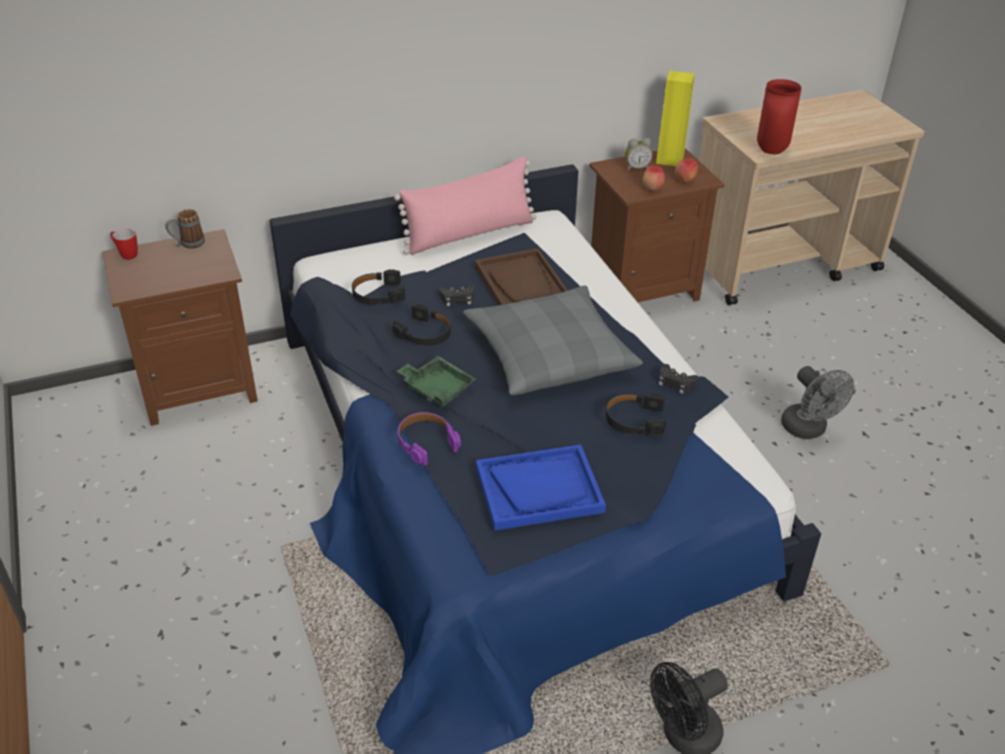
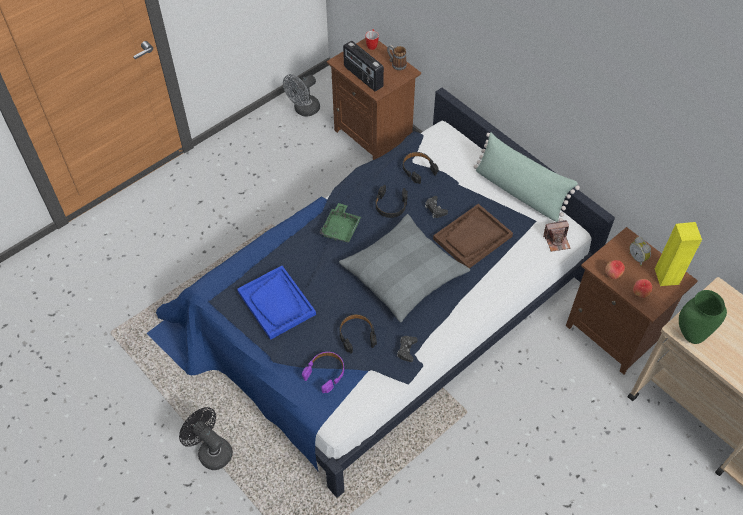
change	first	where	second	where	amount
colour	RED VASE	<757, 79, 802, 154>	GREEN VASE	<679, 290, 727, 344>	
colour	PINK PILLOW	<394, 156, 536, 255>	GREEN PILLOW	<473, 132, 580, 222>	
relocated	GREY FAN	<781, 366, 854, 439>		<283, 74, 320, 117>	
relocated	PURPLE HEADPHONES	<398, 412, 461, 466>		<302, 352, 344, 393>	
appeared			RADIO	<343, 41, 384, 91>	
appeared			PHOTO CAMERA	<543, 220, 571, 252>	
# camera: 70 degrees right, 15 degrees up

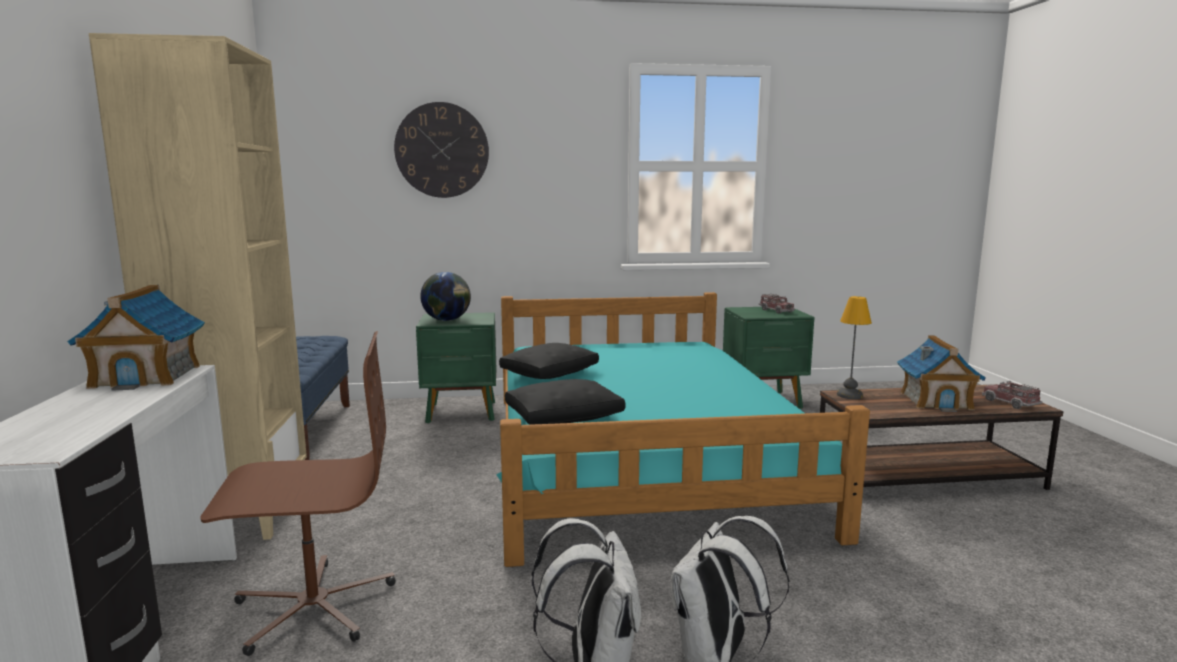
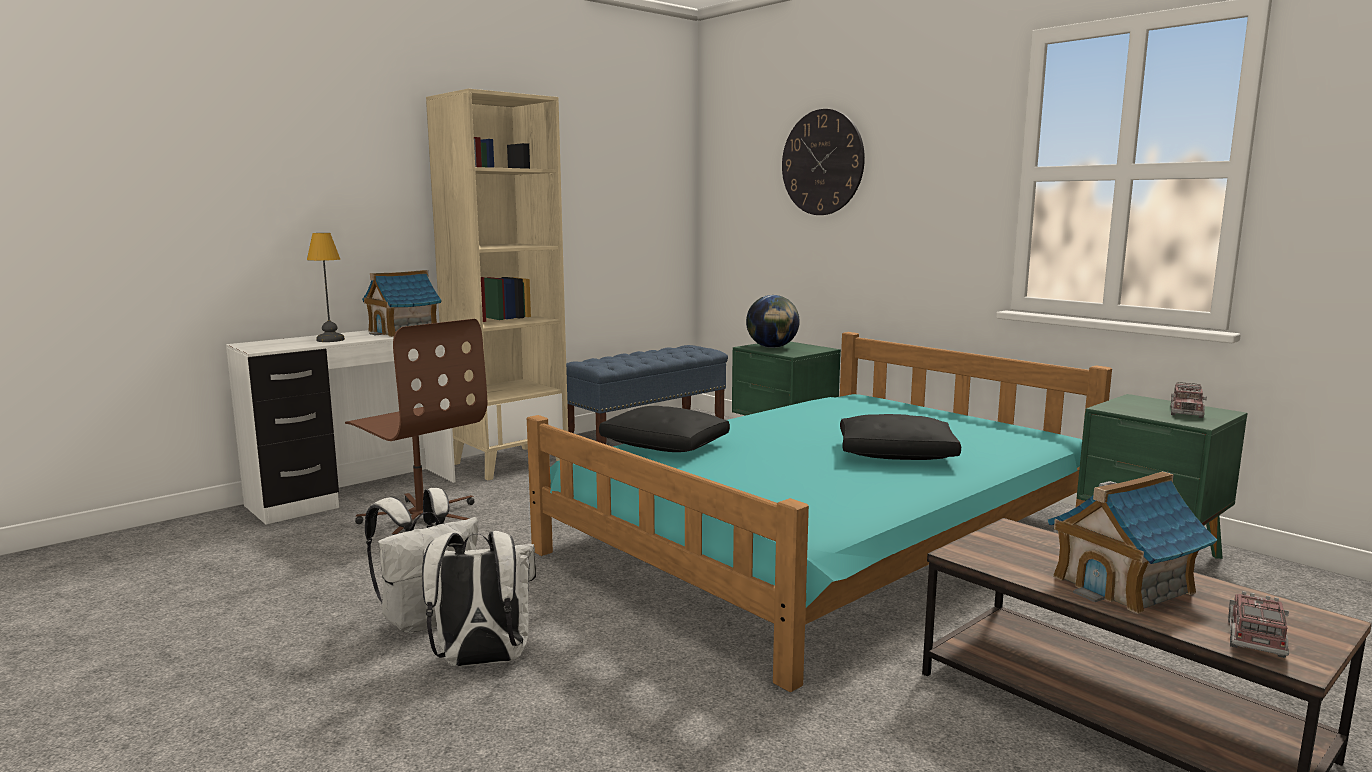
change	first	where	second	where	amount
relocated	TABLE LAMP	<837, 296, 872, 399>		<307, 233, 345, 342>	
relocated	BLACK PILLOW	<499, 343, 599, 379>		<840, 414, 961, 460>	
# camera: 55 degrees right, 0 degrees up

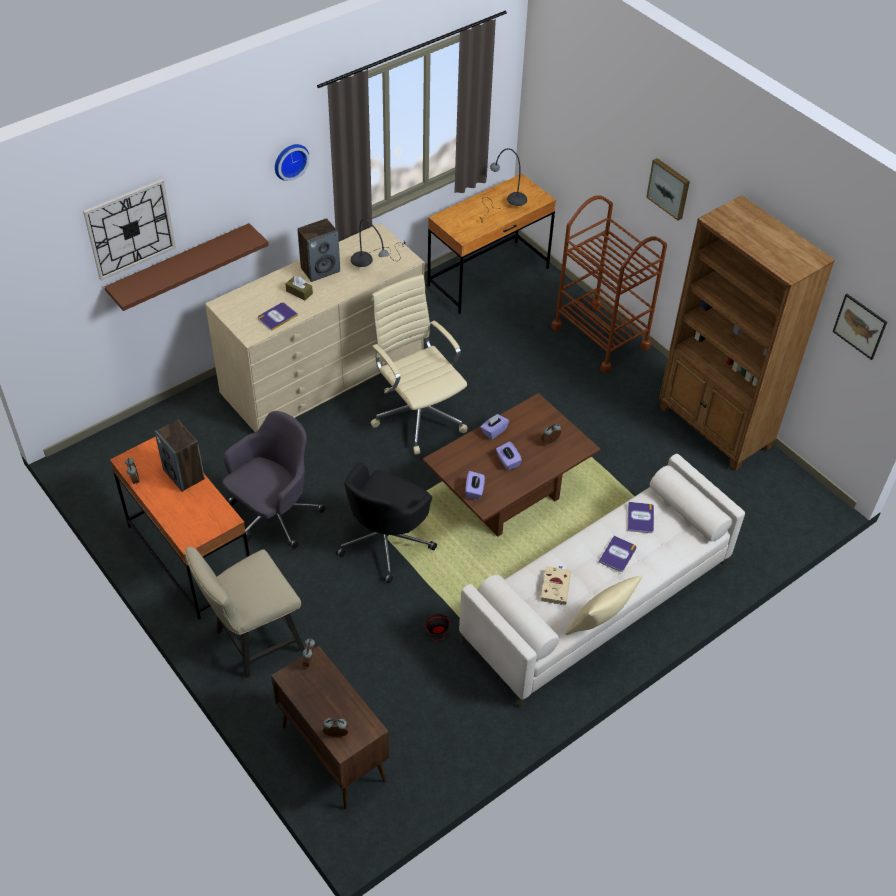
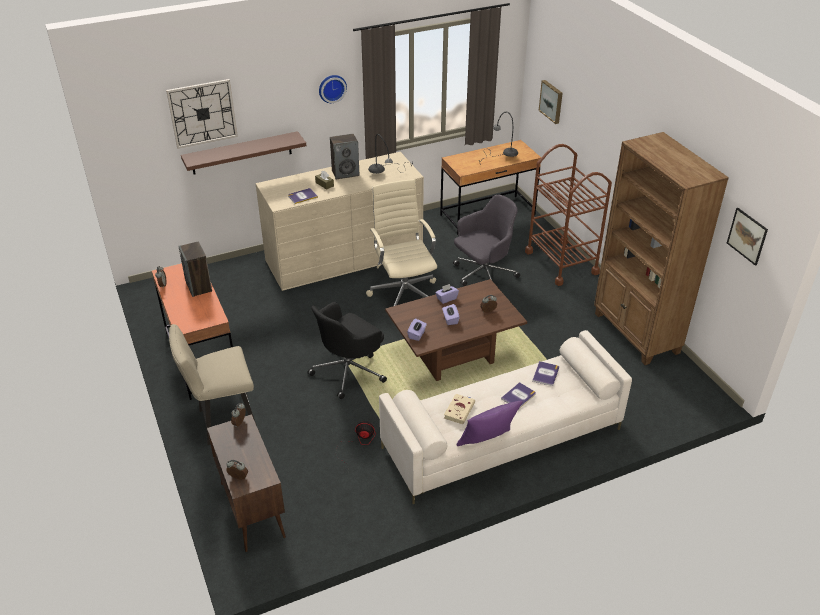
change	first	where	second	where	amount
relocated	PICTURE	<646, 158, 690, 221>		<539, 80, 563, 124>	
relocated	GREY OFFICE CHAIR	<222, 411, 325, 549>		<453, 195, 520, 286>	
colour	BEIGE PILLOW	<566, 576, 643, 635>	PURPLE PILLOW	<456, 401, 523, 446>	
# camera: 15 degrees right, 10 degrees down

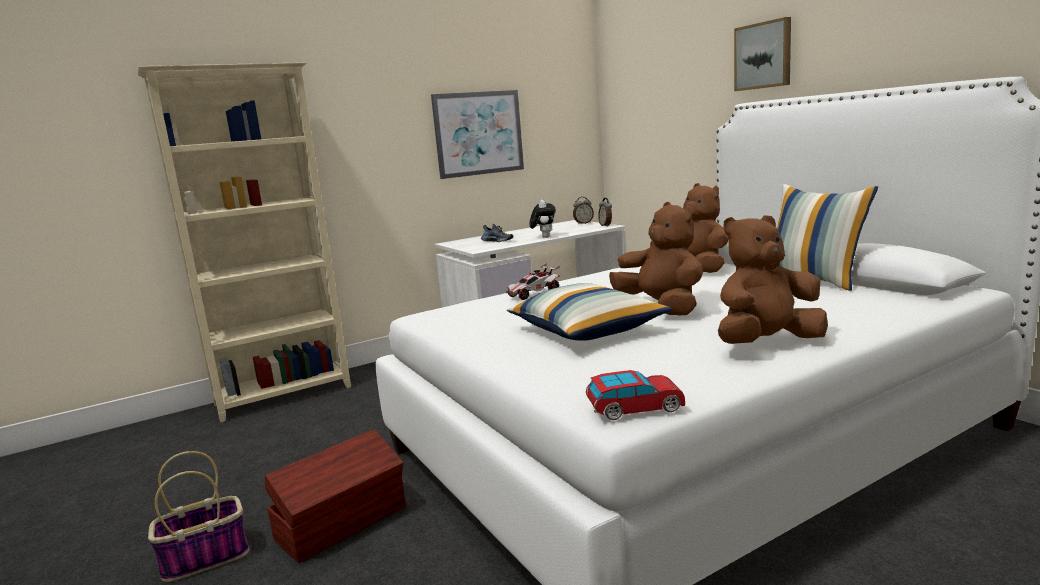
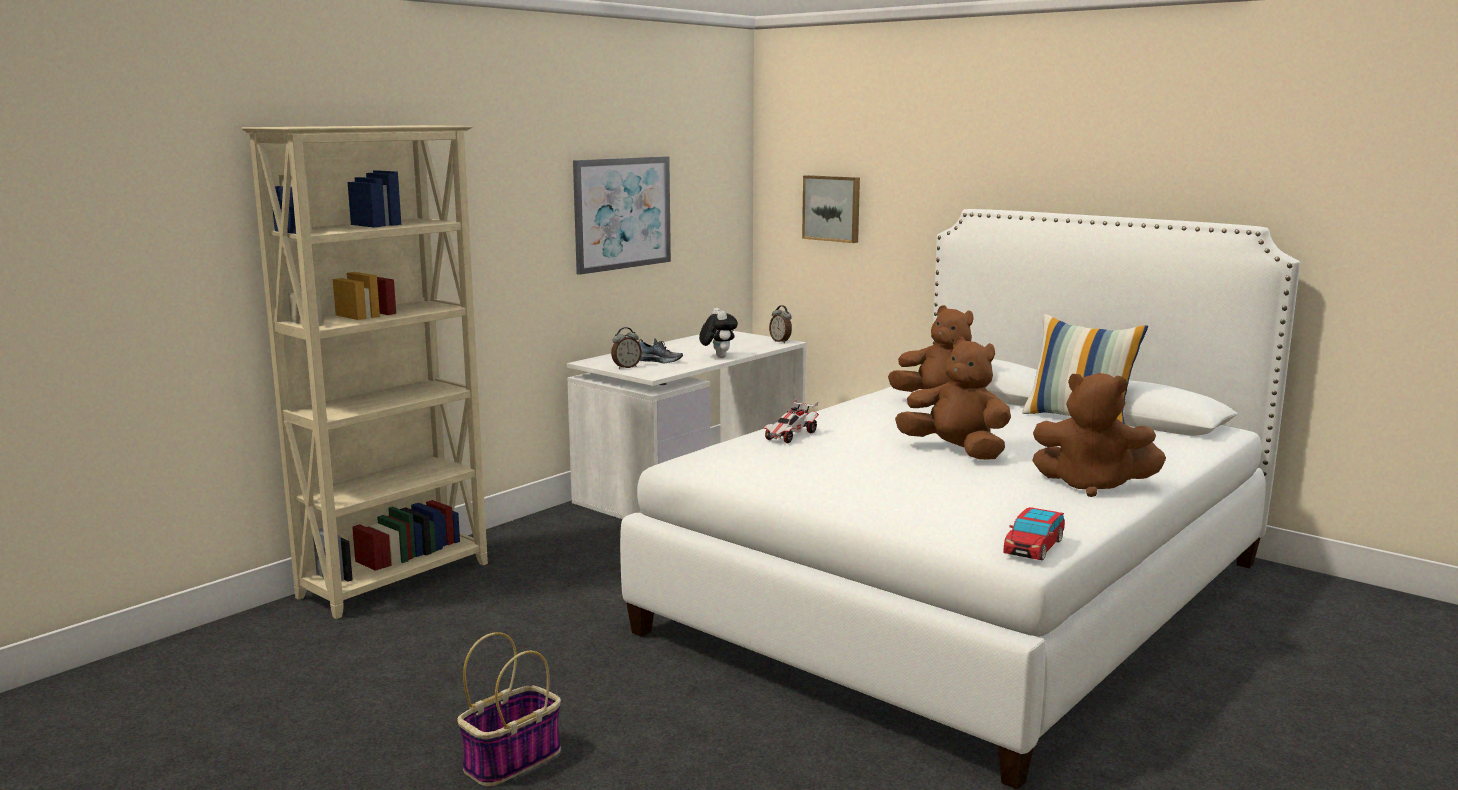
change	first	where	second	where	amount
relocated	PICTURE	<734, 17, 791, 91>		<802, 175, 860, 243>	
relocated	ALARM CLOCK	<573, 197, 594, 225>		<611, 327, 642, 369>	
spun	BROWN PLUSH TOY	<718, 215, 828, 344>		<1032, 373, 1166, 497>	120 degrees counterclockwise
missing	PILLOW	<507, 283, 672, 341>			
spun	TOY CAR	<586, 370, 685, 420>		<1003, 507, 1065, 560>	150 degrees clockwise
missing	BROWN STORAGE BOX	<265, 429, 406, 563>			
# camera: 20 degrees left, 0 degrees up

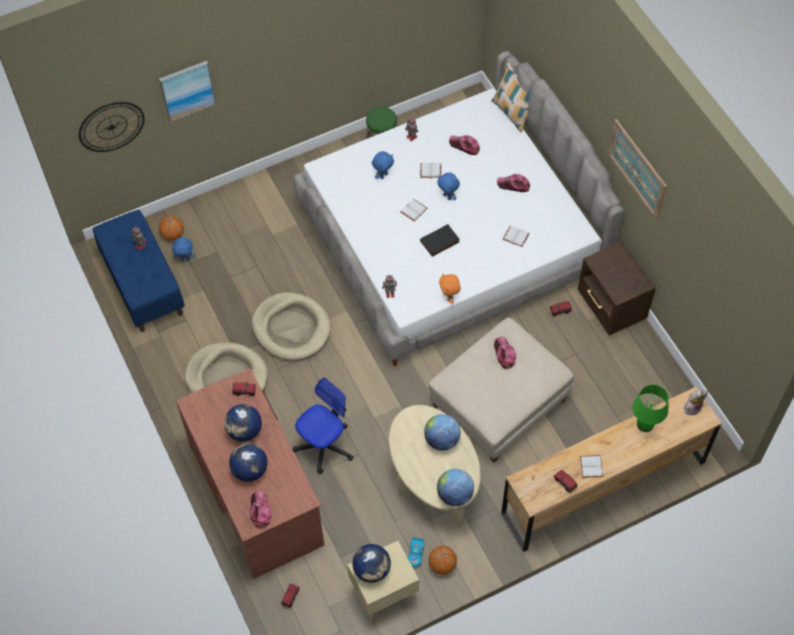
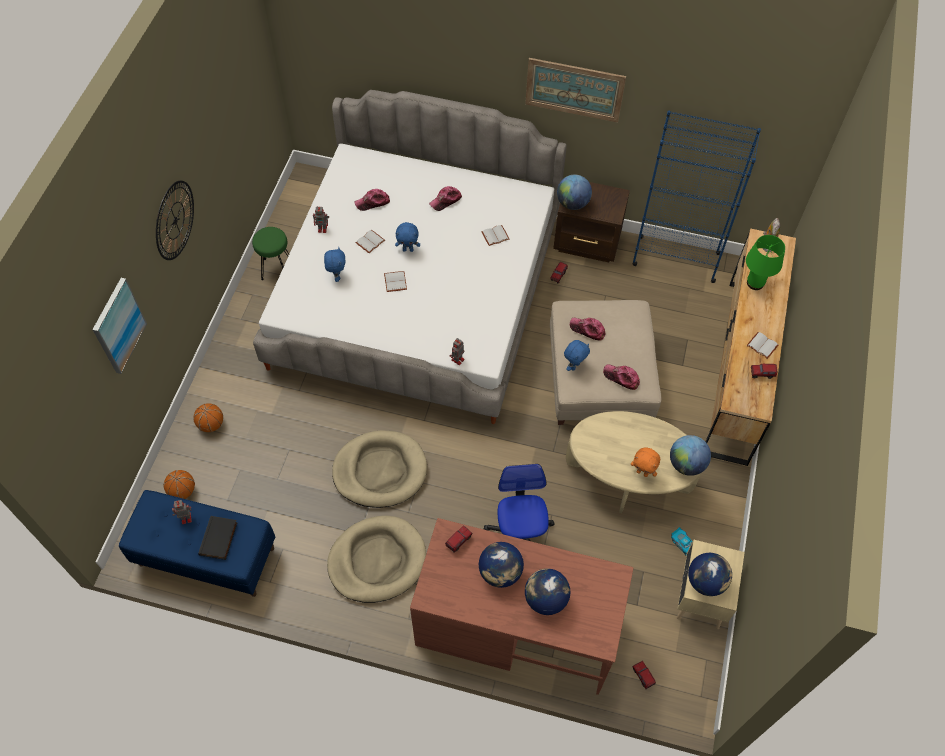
change	first	where	second	where	amount
missing	PILLOW	<492, 62, 531, 133>			
relocated	WALL CLOCK	<79, 102, 144, 152>		<156, 181, 194, 260>	
relocated	BLACK BOOK	<420, 224, 460, 257>		<198, 516, 238, 560>	
relocated	BLUE PLUSH TOY	<172, 237, 196, 262>		<564, 340, 590, 371>	
relocated	ORANGE PLUSH TOY	<439, 274, 461, 304>		<631, 448, 660, 477>	
relocated	GLOBE	<424, 414, 461, 451>		<557, 175, 592, 210>	
relocated	CAP	<250, 491, 271, 529>		<603, 364, 640, 390>	
relocated	BASKETBALL	<428, 546, 457, 575>		<193, 403, 223, 432>	
appeared			BLUE BOOKCASE	<632, 111, 761, 283>	
# camera: 50 degrees left, 0 degrees up

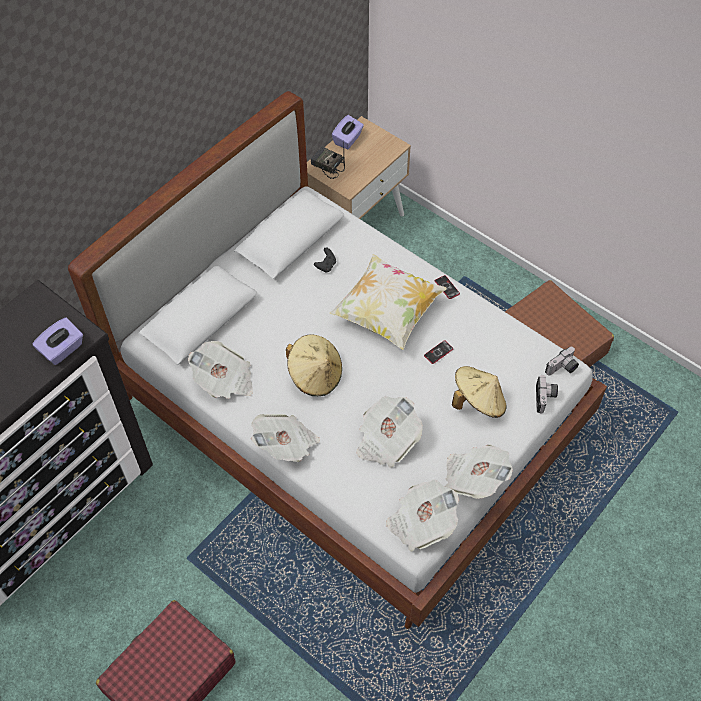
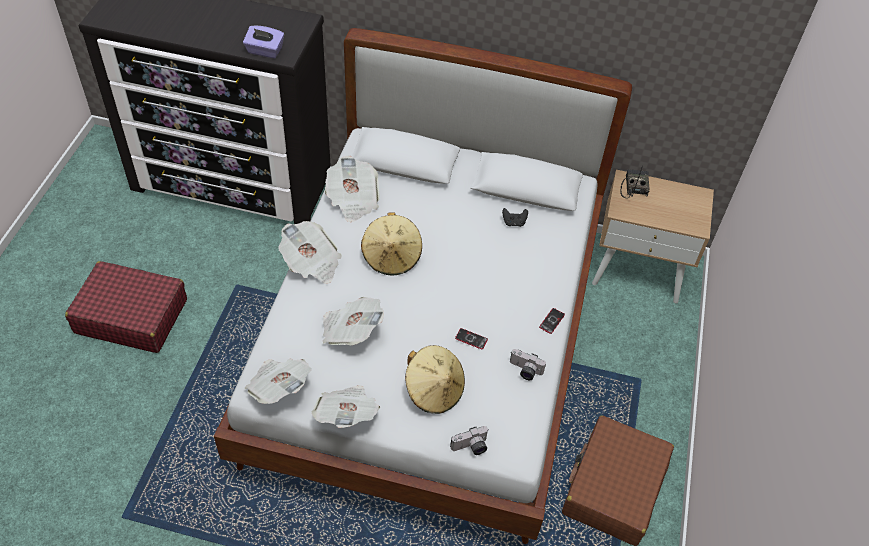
change	first	where	second	where	amount
missing	PURPLE TISSUE BOX	<332, 115, 364, 150>			
missing	PILLOW	<329, 254, 447, 350>			
relocated	PHOTO CAMERA	<545, 347, 579, 376>		<510, 349, 546, 380>	
# camera: 60 degrees right, 5 degrees down

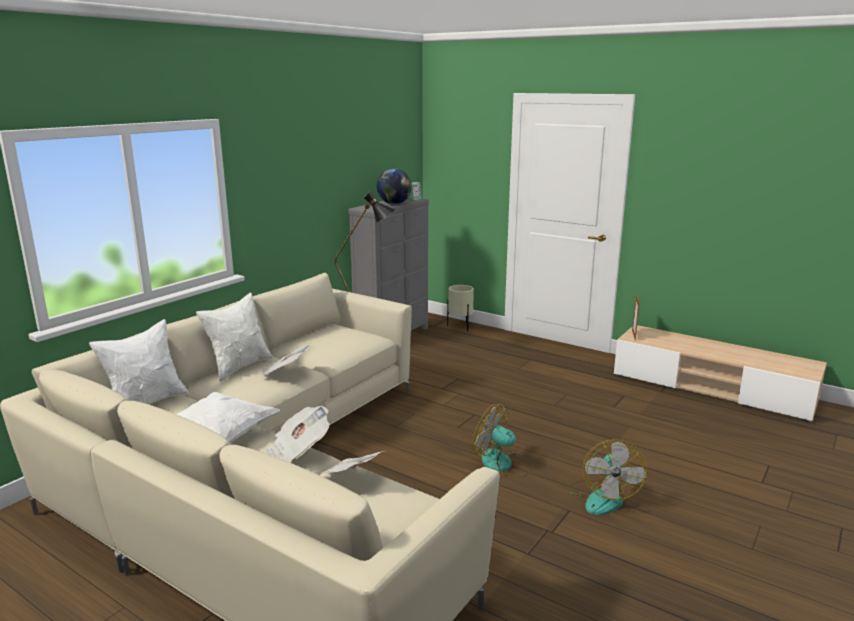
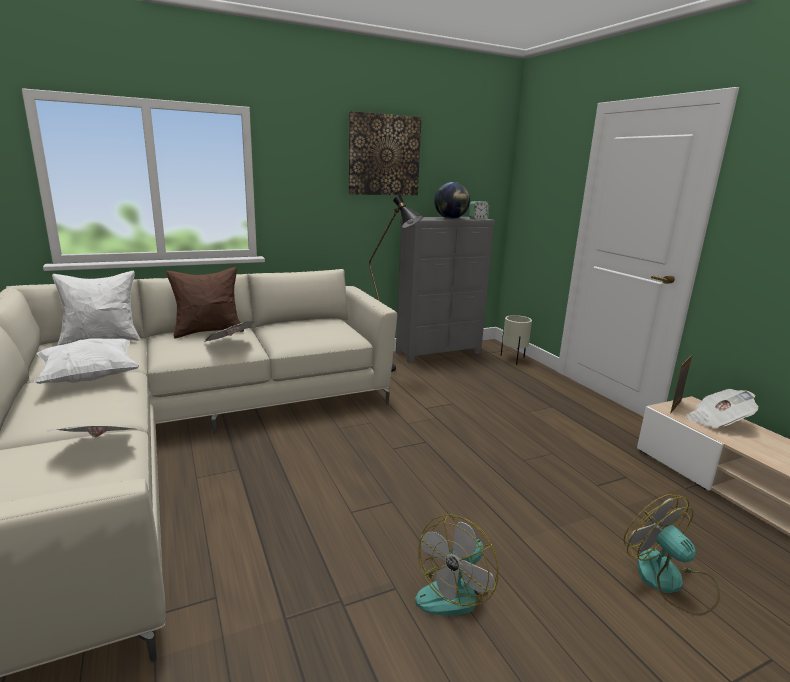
change	first	where	second	where	amount
colour	WHITE PILLOW	<196, 292, 273, 382>	BROWN PILLOW	<166, 267, 244, 339>	
relocated	FAN	<472, 404, 534, 478>		<624, 494, 720, 616>	
relocated	NEWSPAPER	<264, 406, 329, 463>		<686, 389, 758, 429>	
appeared			PICTURE	<348, 111, 422, 195>	
# camera: 30 degrees right, 0 degrees up

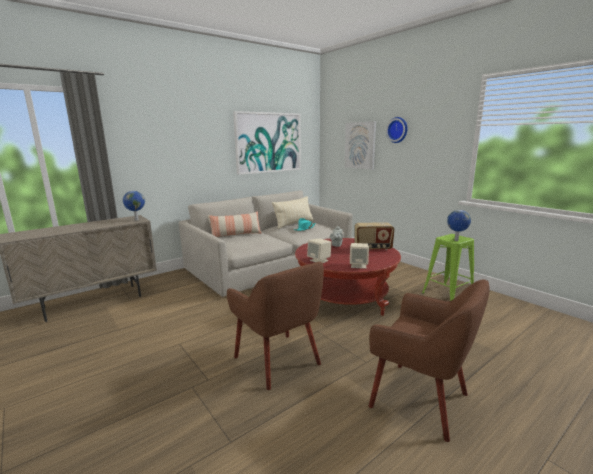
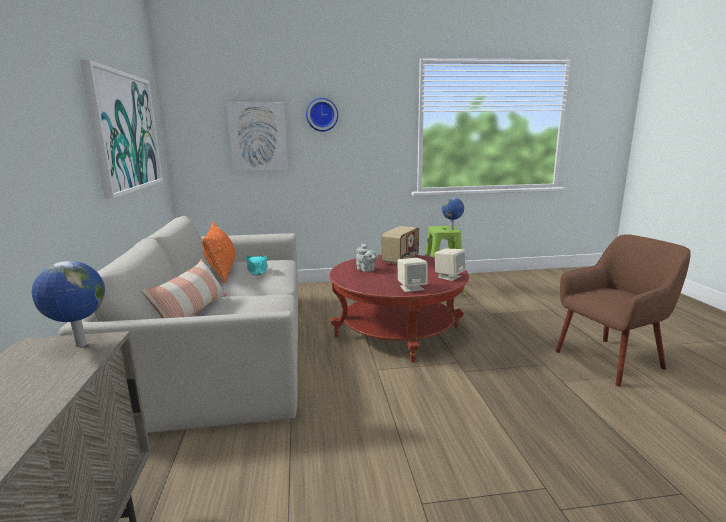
change	first	where	second	where	amount
colour	BEIGE PILLOW	<272, 196, 314, 229>	ORANGE PILLOW	<202, 222, 235, 283>	
missing	BROWN ARMCHAIR	<227, 262, 324, 390>			
# camera: 60 degrees left, 0 degrees up

